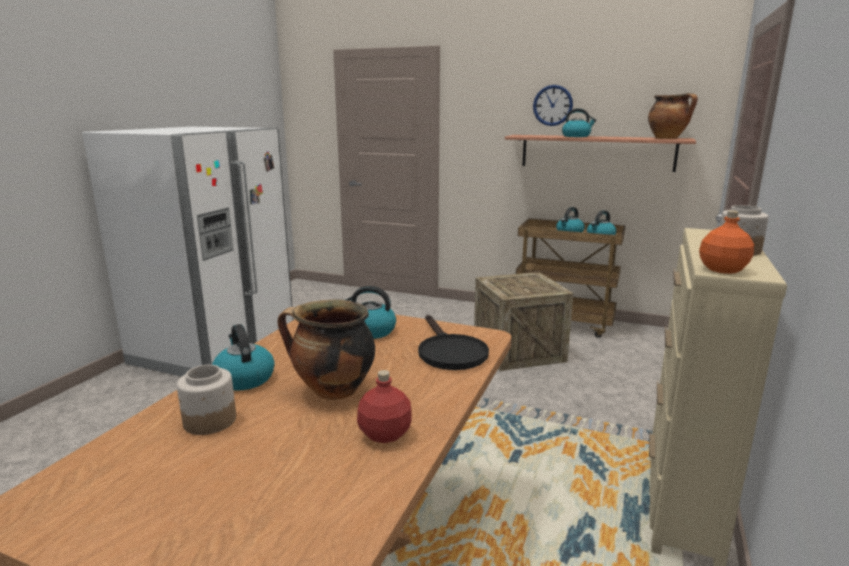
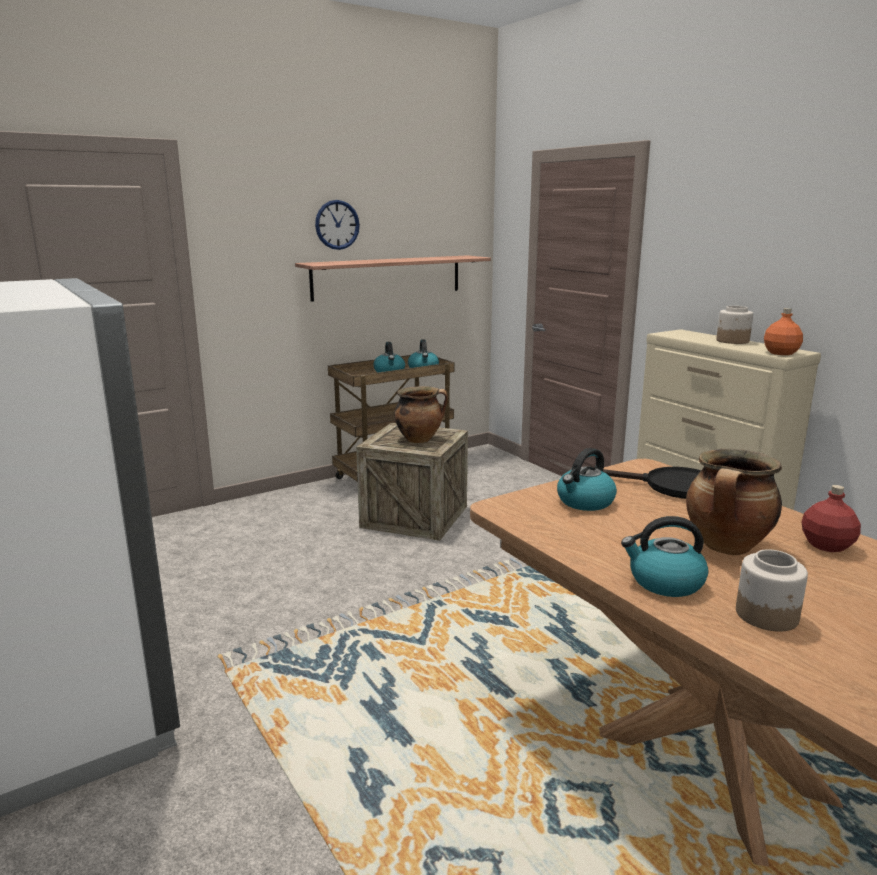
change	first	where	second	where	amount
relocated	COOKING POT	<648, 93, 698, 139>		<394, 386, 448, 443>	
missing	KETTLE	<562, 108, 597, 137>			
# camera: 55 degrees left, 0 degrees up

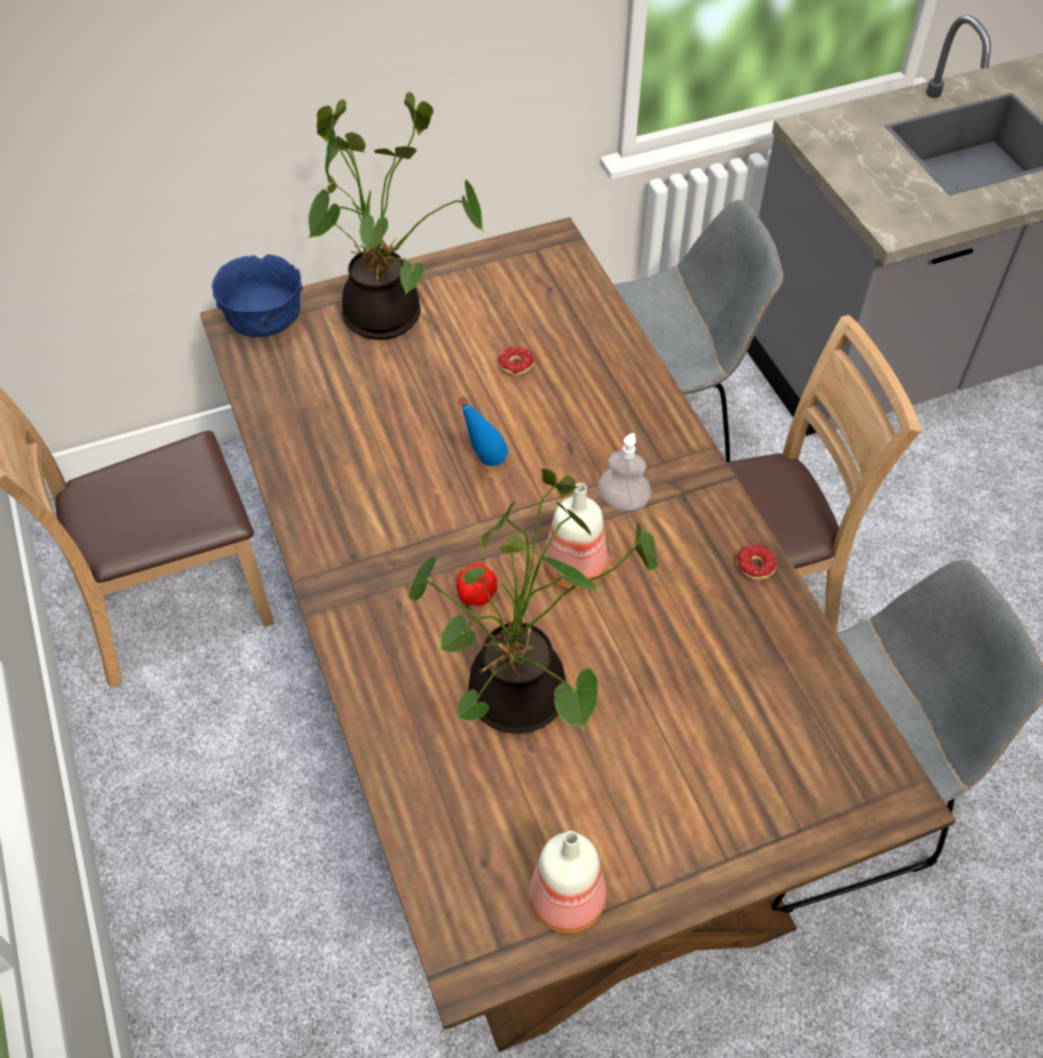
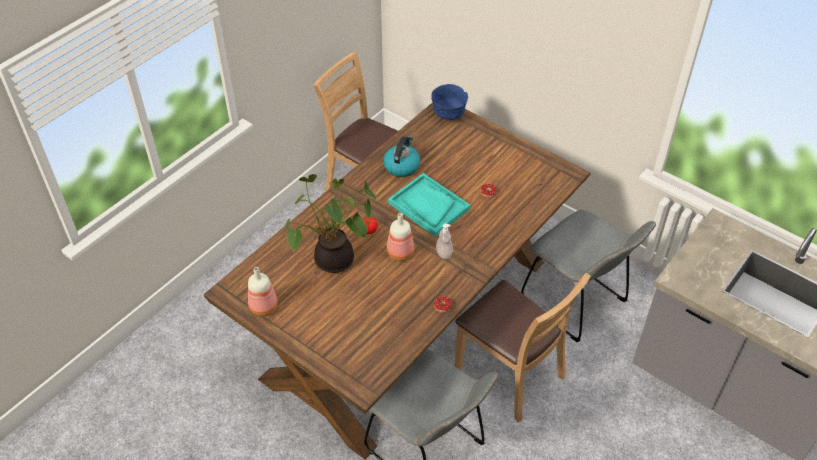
change	first	where	second	where	amount
missing	POTTED PLANT	<308, 92, 484, 340>			
exchanged	BLUE BOTTLE	<458, 397, 508, 466>	TURQUOISE TRAY	<388, 173, 471, 237>	
appeared			KETTLE	<383, 136, 420, 177>	
# camera: 60 degrees right, 5 degrees down

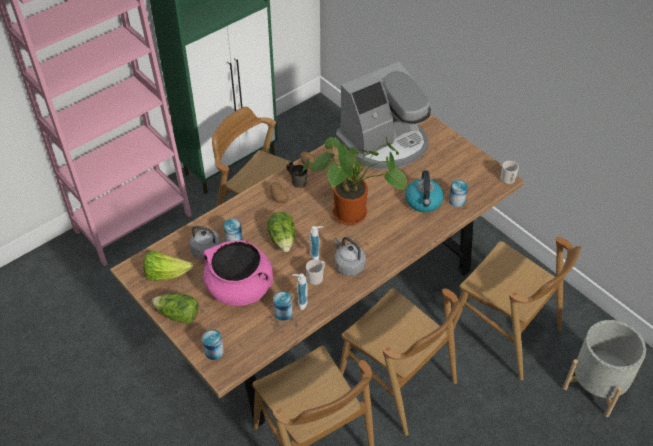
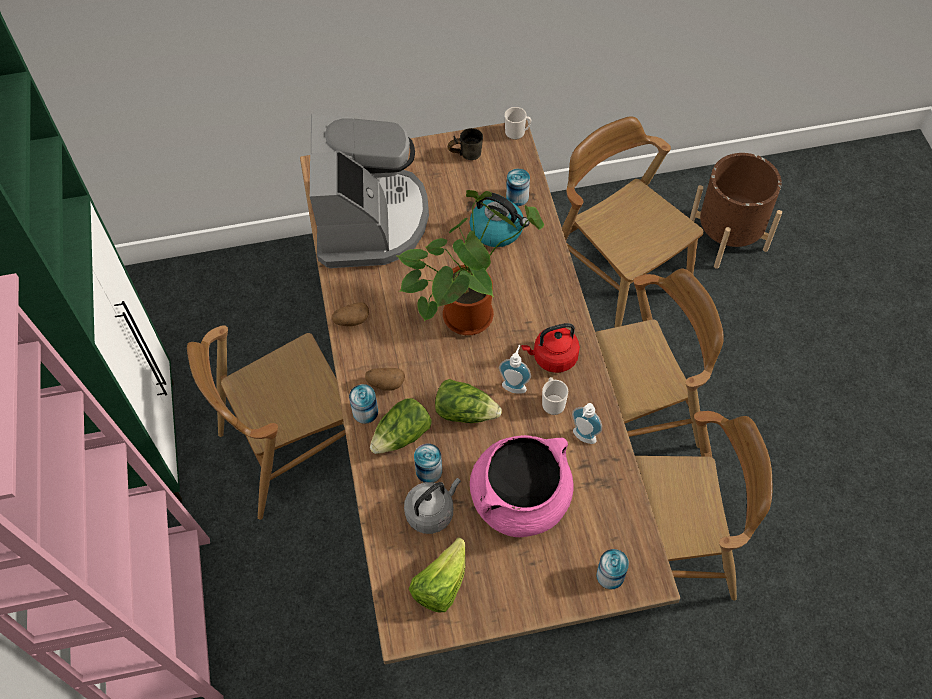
change	first	where	second	where	amount
relocated	GREY MUG	<286, 161, 308, 188>		<448, 128, 483, 160>	
colour	GREY KETTLE	<334, 237, 366, 276>	RED KETTLE	<521, 323, 580, 373>	
spun	BROWN CHAIR	<453, 237, 581, 380>		<562, 116, 703, 328>	105 degrees counterclockwise
relocated	CAN	<273, 291, 293, 321>		<349, 384, 378, 424>	
relocated	LETTUCE	<152, 293, 198, 324>		<370, 398, 432, 454>	
colour	GREY PLANTER	<563, 320, 646, 417>	BROWN PLANTER	<690, 153, 782, 269>	
# camera: 60 degrees left, 10 degrees up

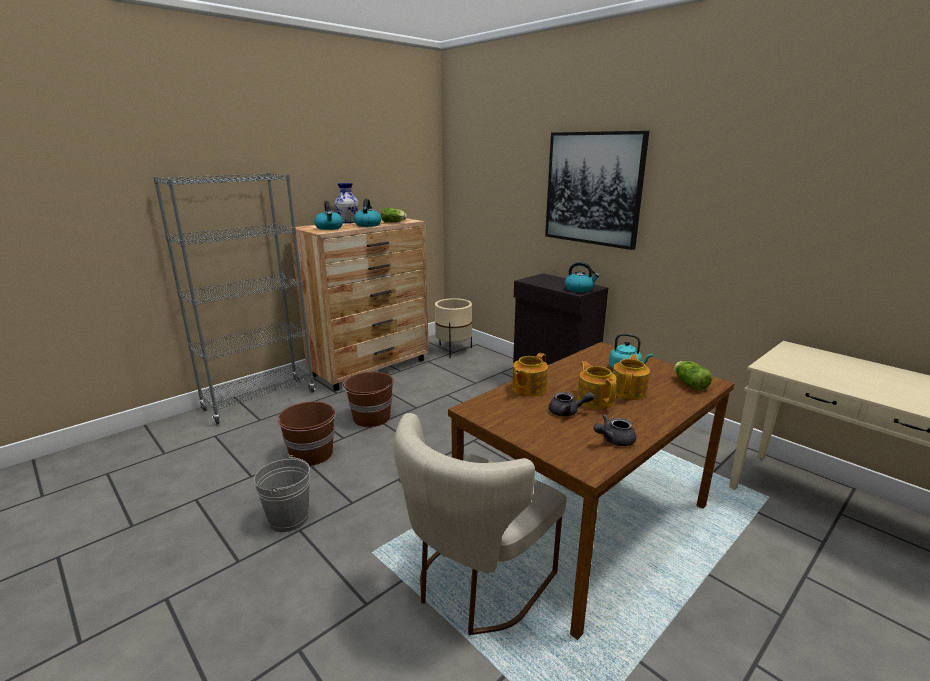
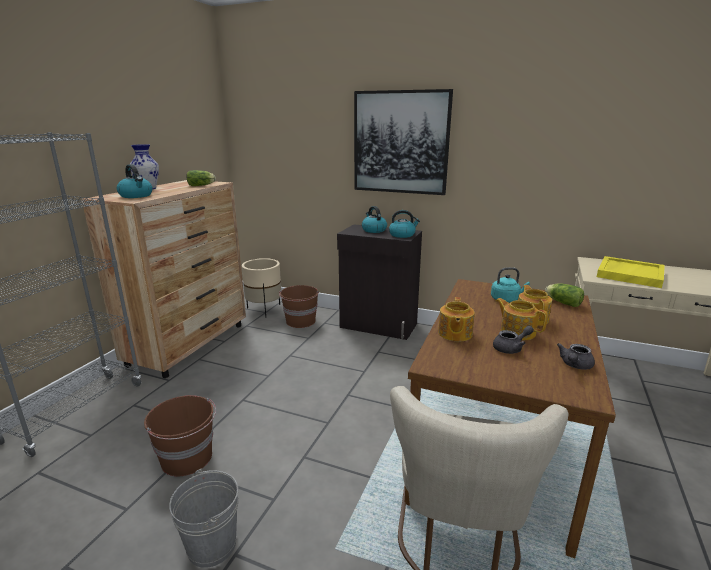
change	first	where	second	where	amount
relocated	KETTLE	<354, 199, 381, 227>		<362, 206, 387, 233>	
relocated	BROWN BUCKET	<342, 372, 393, 427>		<279, 285, 319, 328>	
appeared			YELLOW TRAY	<597, 256, 665, 288>	
# camera: 25 degrees left, 0 degrees up

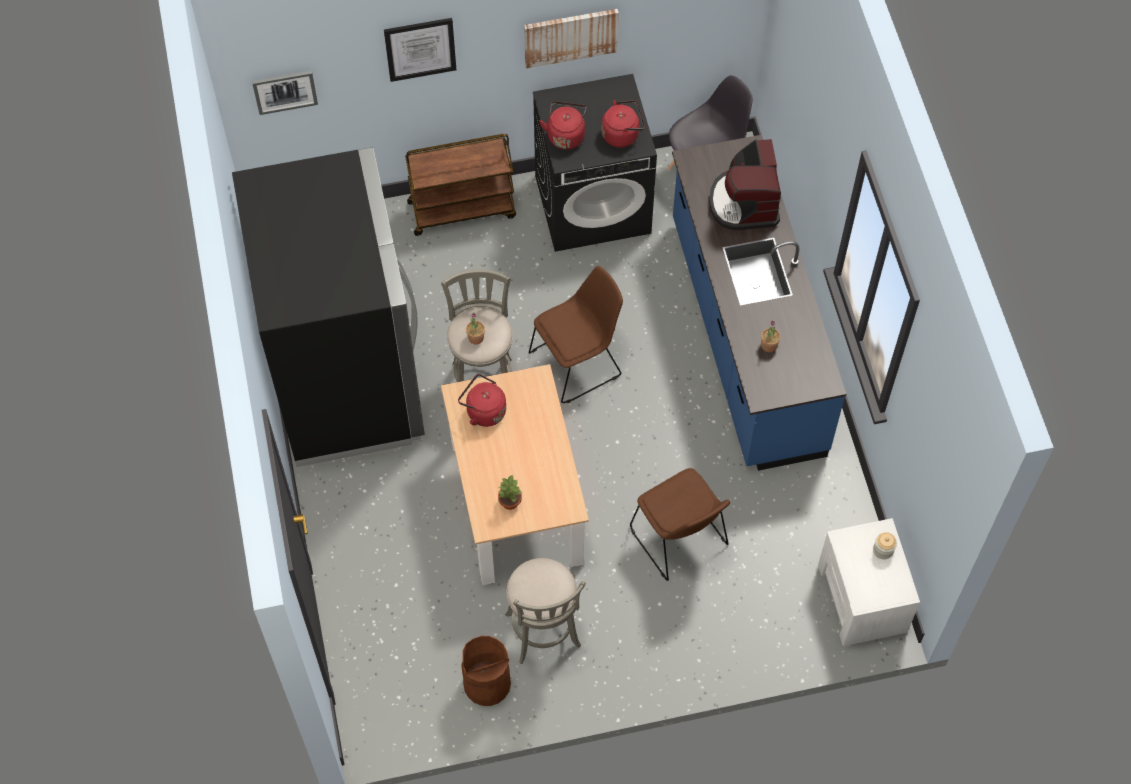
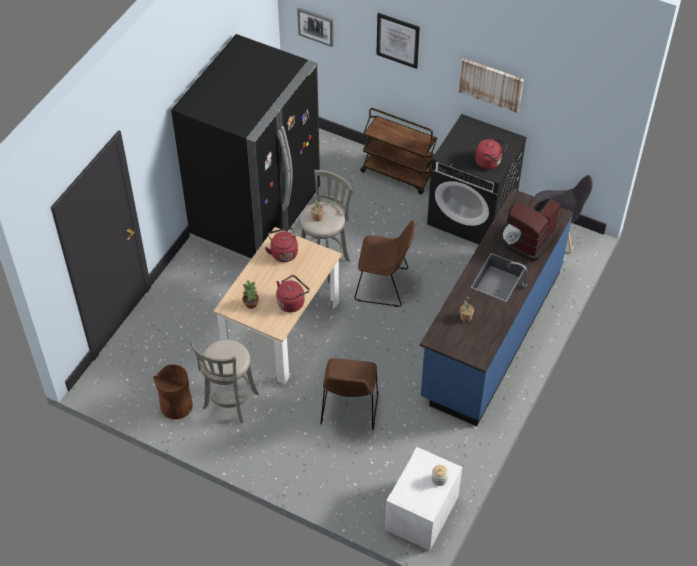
change	first	where	second	where	amount
relocated	RED KETTLE	<539, 101, 587, 150>		<276, 275, 310, 312>	
# camera: 40 degrees right, 10 degrees down

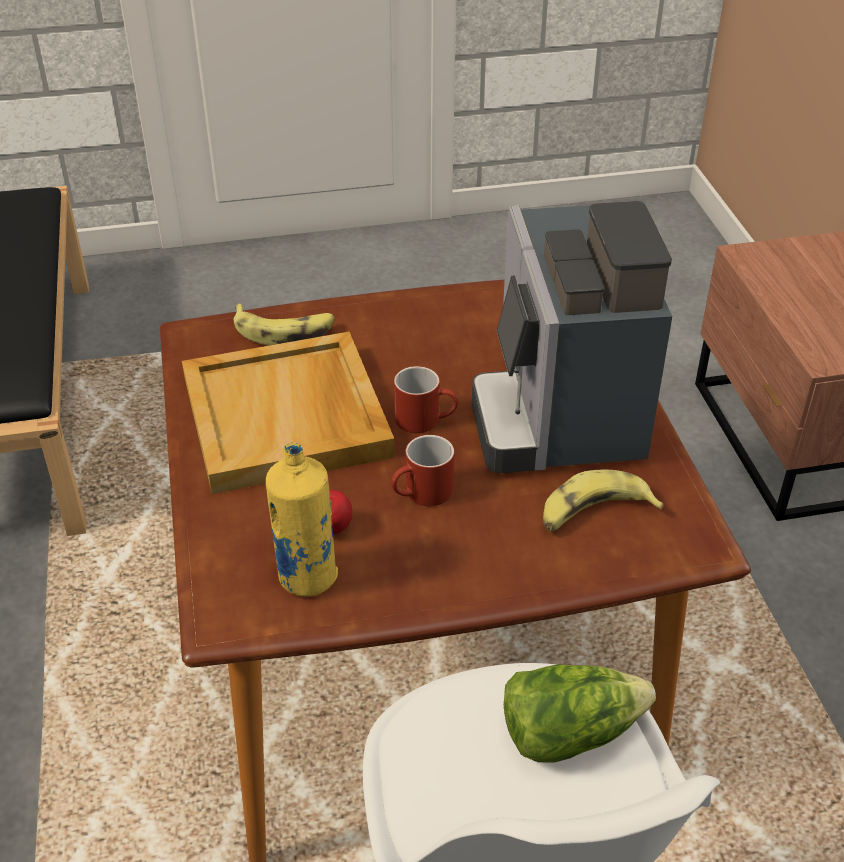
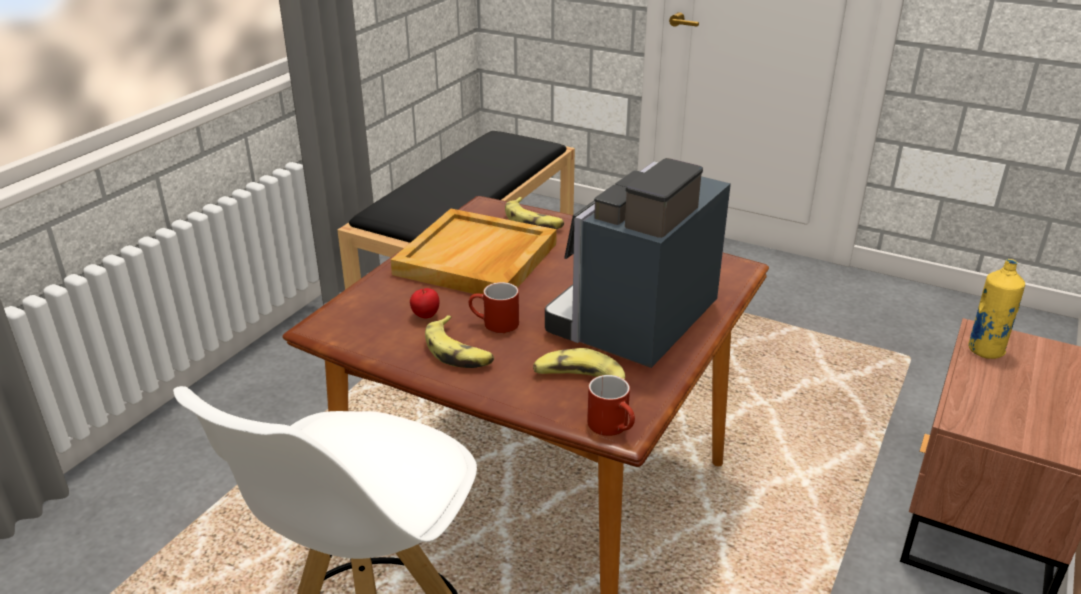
change	first	where	second	where	amount
relocated	RED MUG	<394, 366, 459, 433>		<587, 375, 635, 436>	
relocated	YELLOW BOTTLE	<266, 443, 338, 597>		<968, 259, 1025, 359>	
missing	LETTUCE	<504, 664, 656, 762>			
appeared			BANANA	<425, 315, 494, 368>	
# camera: 40 degrees right, 10 degrees down

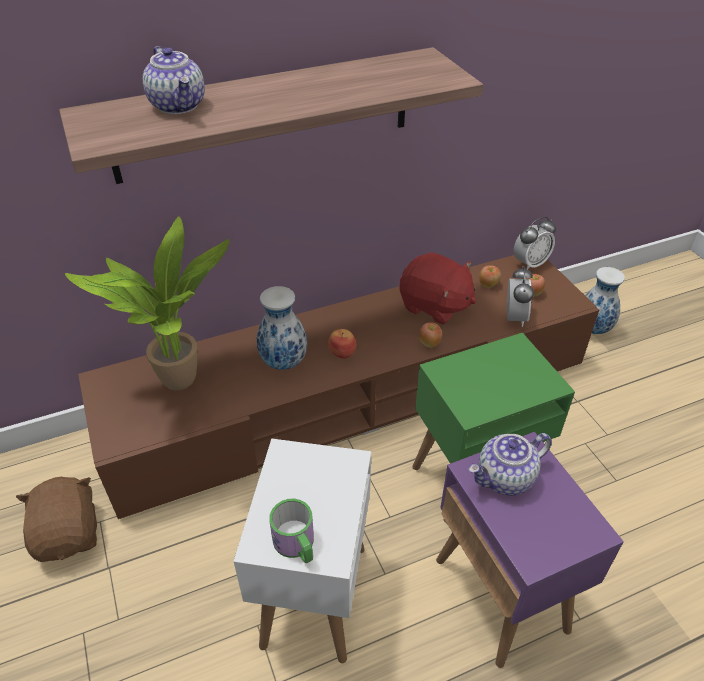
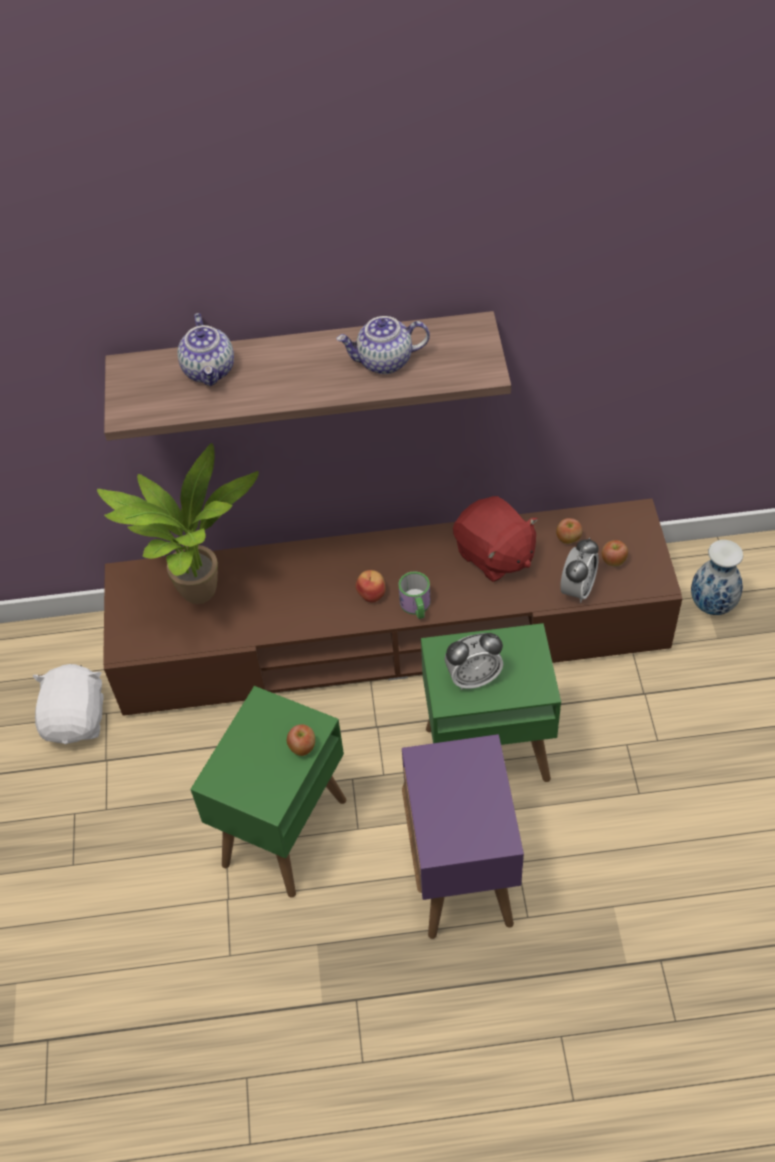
change	first	where	second	where	amount
relocated	ALARM CLOCK	<514, 217, 556, 269>		<445, 633, 503, 690>	
missing	VASE	<257, 286, 307, 370>			
relocated	APPLE	<419, 322, 442, 348>		<287, 724, 315, 756>	
relocated	TEAPOT	<469, 433, 552, 495>		<337, 316, 430, 374>	
colour	WHITE SIDE TABLE	<233, 439, 371, 663>	GREEN SIDE TABLE	<190, 686, 346, 898>	
colour	BROWN PLUSH TOY	<16, 477, 97, 562>	WHITE PLUSH TOY	<33, 664, 103, 745>	
relocated	MUG	<269, 498, 314, 564>		<398, 571, 431, 619>	
# camera: 20 degrees right, 10 degrees up

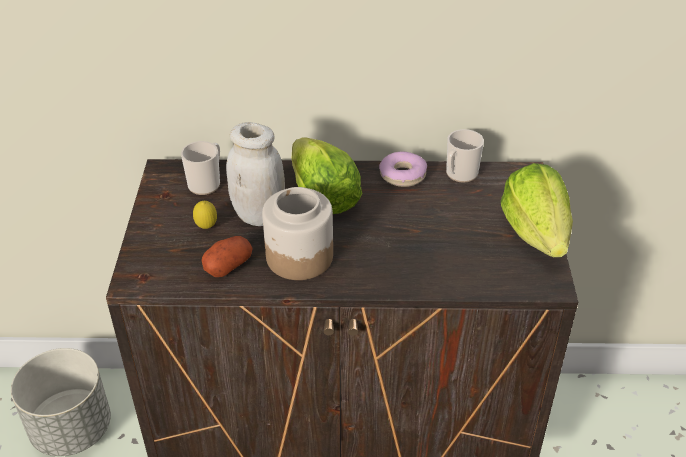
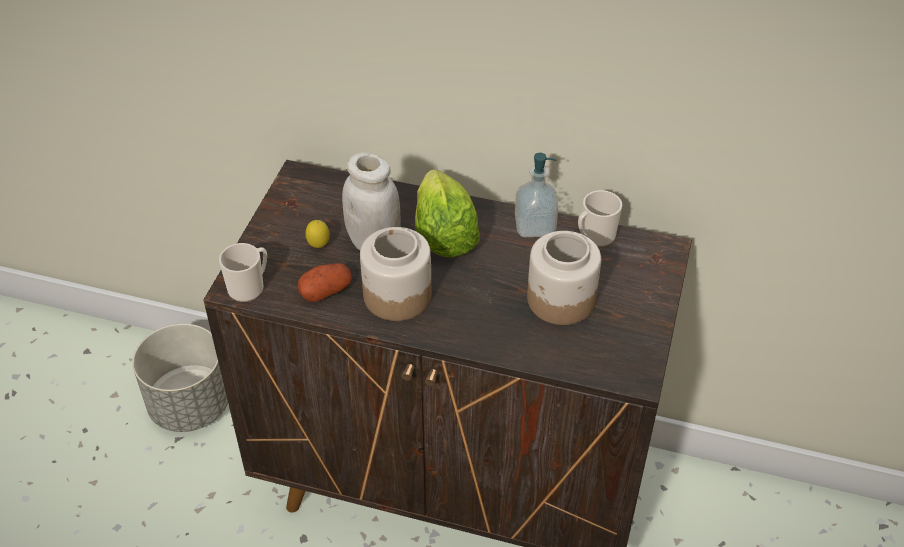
change	first	where	second	where	amount
relocated	MUG	<181, 141, 220, 195>		<219, 243, 267, 302>	
exchanged	DONUT	<379, 151, 427, 187>	SOAP DISPENSER	<515, 153, 558, 237>	
missing	LETTUCE	<501, 163, 573, 257>			
appeared			JAR	<527, 231, 601, 325>	
# camera: 15 degrees right, 5 degrees up

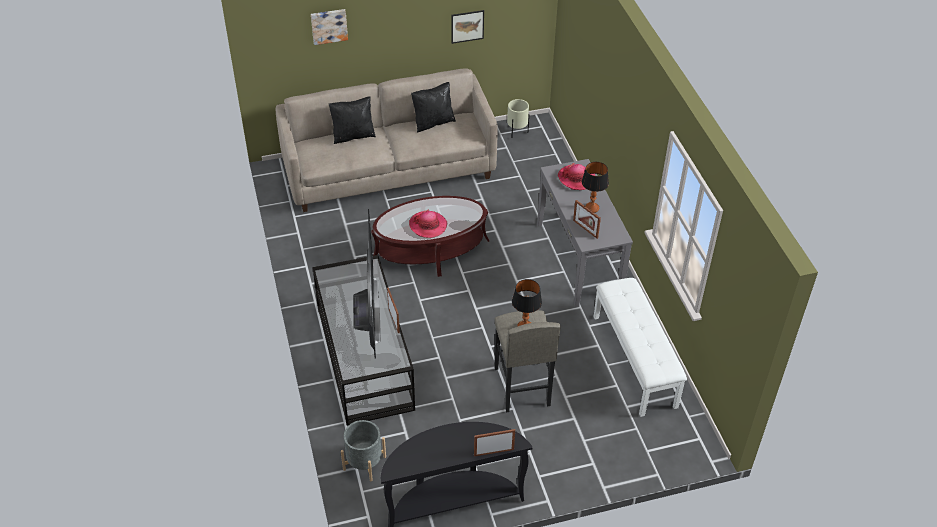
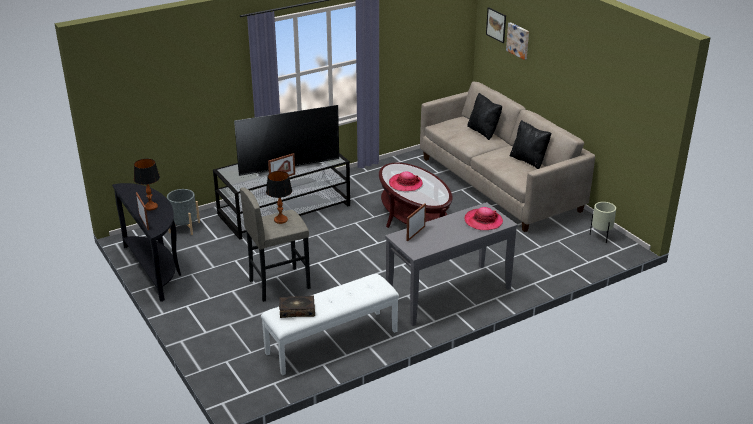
change	first	where	second	where	amount
relocated	PICTURE	<452, 10, 484, 44>		<486, 7, 506, 43>	
relocated	TABLE LAMP	<582, 162, 609, 213>		<134, 159, 160, 210>	
appeared			BOOK	<279, 296, 315, 318>	
# camera: 75 degrees right, 15 degrees down

